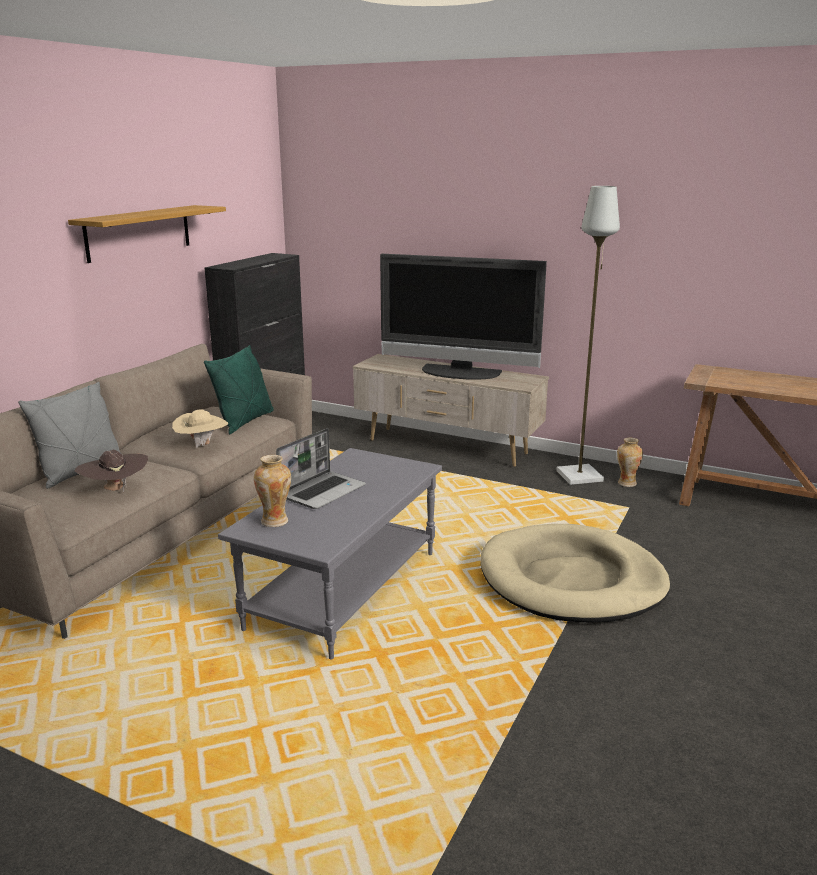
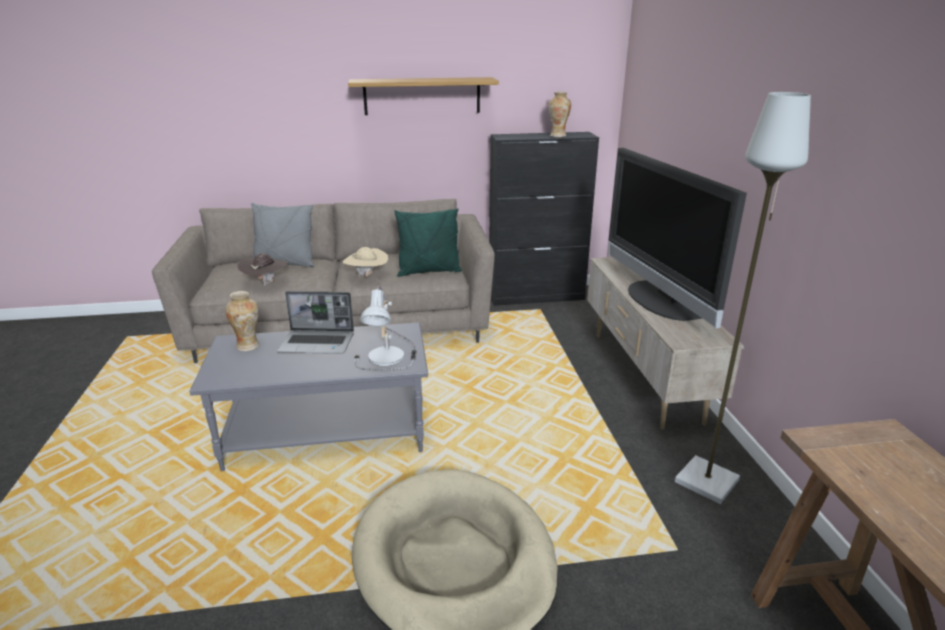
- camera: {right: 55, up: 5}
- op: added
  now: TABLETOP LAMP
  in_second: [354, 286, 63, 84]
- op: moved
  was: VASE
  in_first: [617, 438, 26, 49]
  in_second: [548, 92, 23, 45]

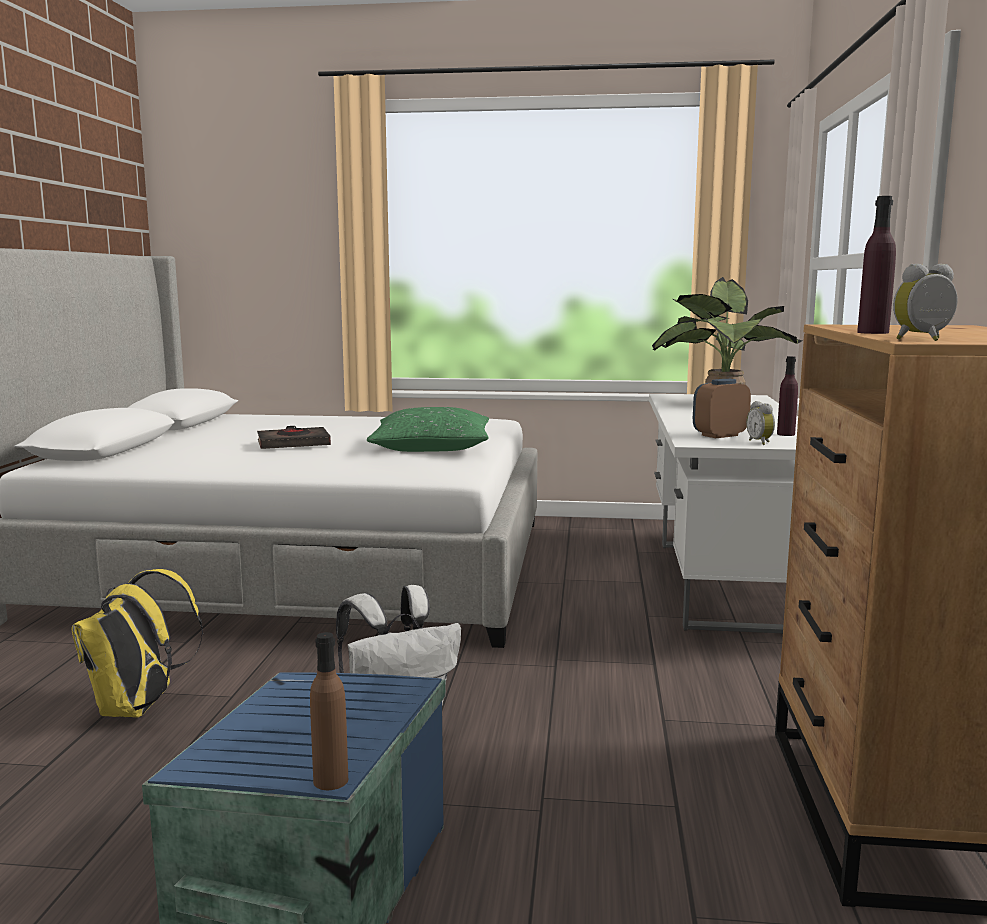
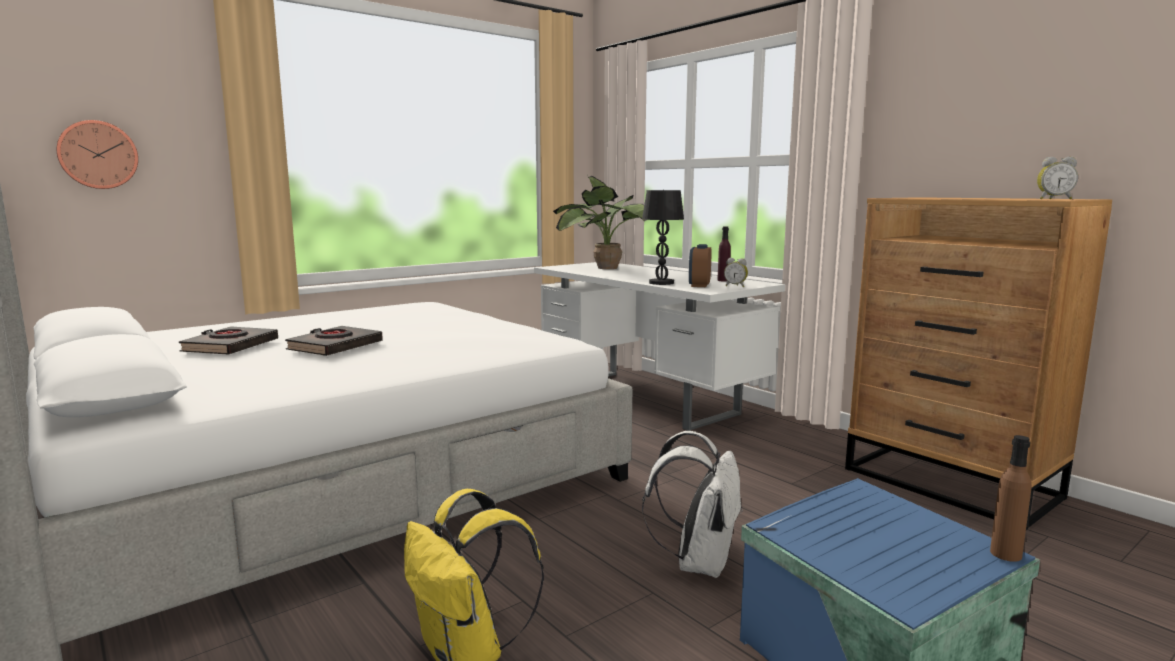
- camera: {right: -45, up: 0}
- op: added
  now: CLOCK ON THE WALL
  in_second: [56, 120, 82, 69]
- op: added
  now: BLACK BOOK
  in_second: [179, 326, 99, 29]
- op: added
  now: BLACK TABLETOP LAMP
  in_second: [642, 190, 42, 95]
- op: turned
  was: TABLE CLOCK
  in_first: [893, 264, 65, 77]
  in_second: [1037, 157, 41, 42]
  clockwise: -105
- op: removed
  was: GREEN CUSHION
  in_first: [367, 407, 122, 45]
- op: removed
  was: PURPLE DRINK BOTTLE
  in_first: [857, 196, 39, 138]

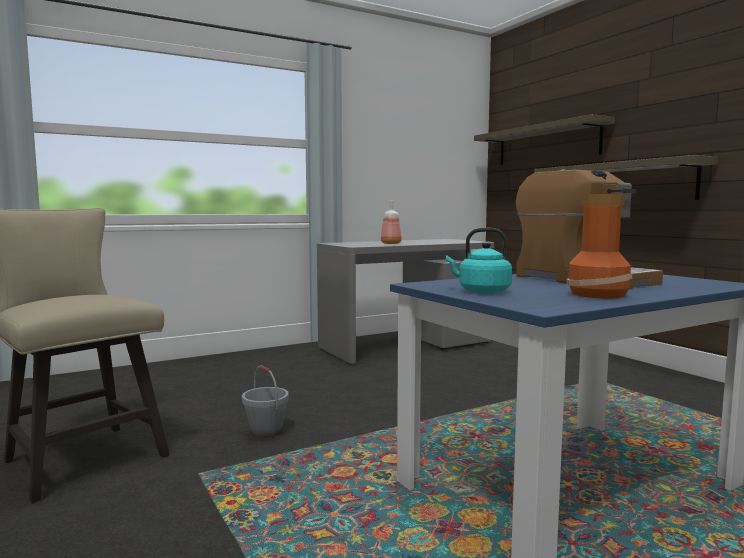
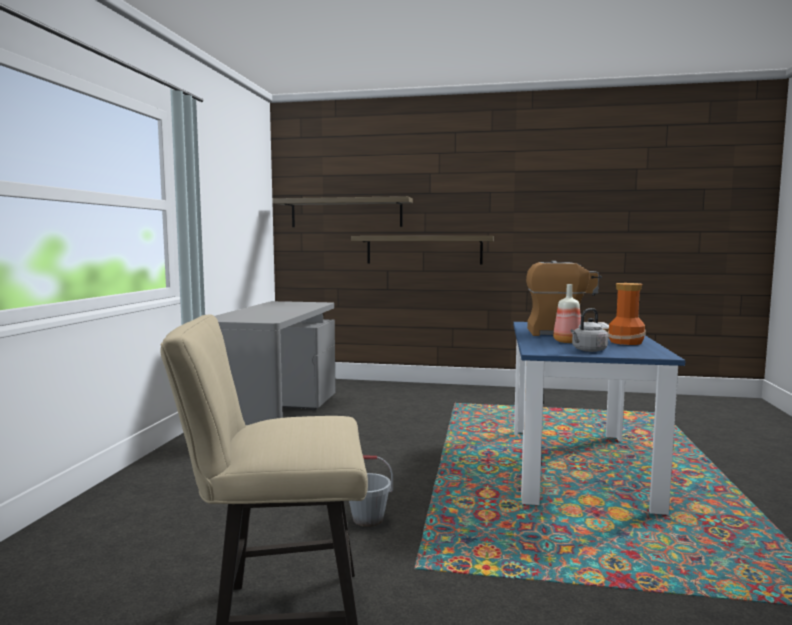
- camera: {right: -50, up: 0}
- op: moved
  was: DRINK BOTTLE
  in_first: [381, 200, 21, 44]
  in_second: [553, 284, 28, 59]
- op: recoloured
  was: TURQUOISE-COLOURED WATER KETTLE
  now: GREYISH WATER KETTLE
  in_first: [446, 228, 66, 66]
  in_second: [570, 308, 38, 44]

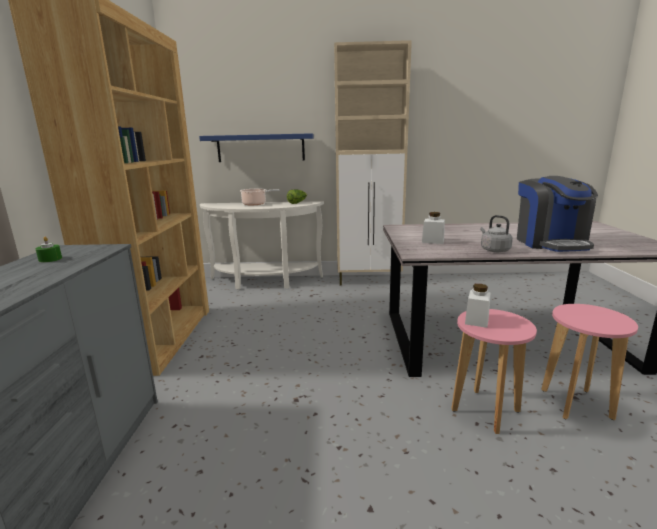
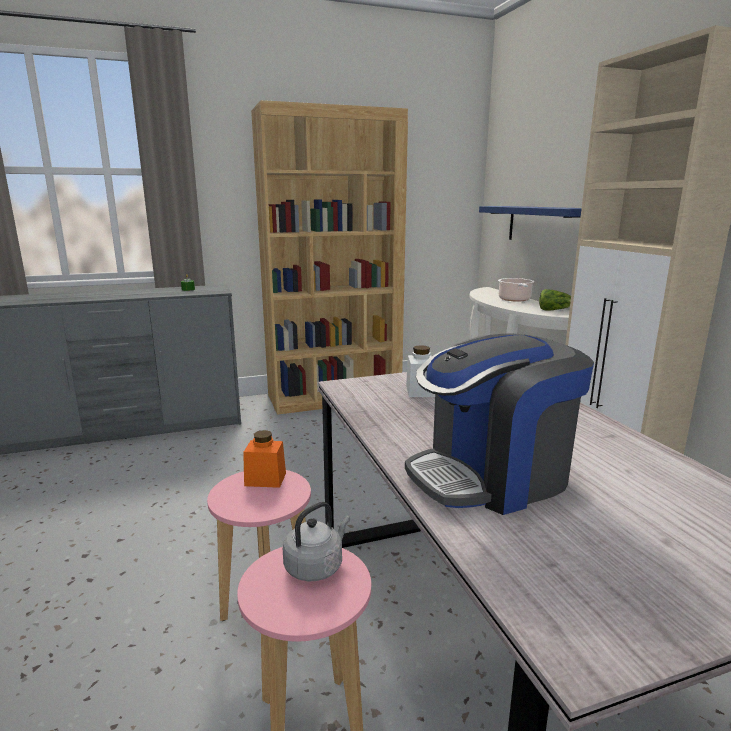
- camera: {right: 70, up: 0}
- op: recoloured
  was: WHITE JAR
  now: ORANGE-COLOURED JAR
  in_first: [465, 284, 26, 44]
  in_second: [243, 430, 43, 58]
- op: moved
  was: GREYISH WATER KETTLE
  in_first: [480, 215, 33, 37]
  in_second: [283, 502, 67, 79]

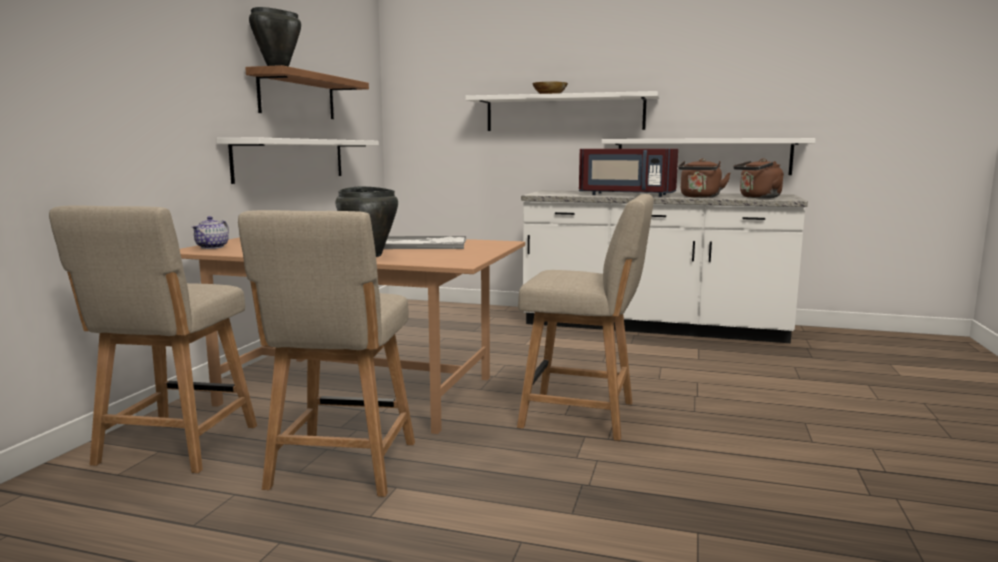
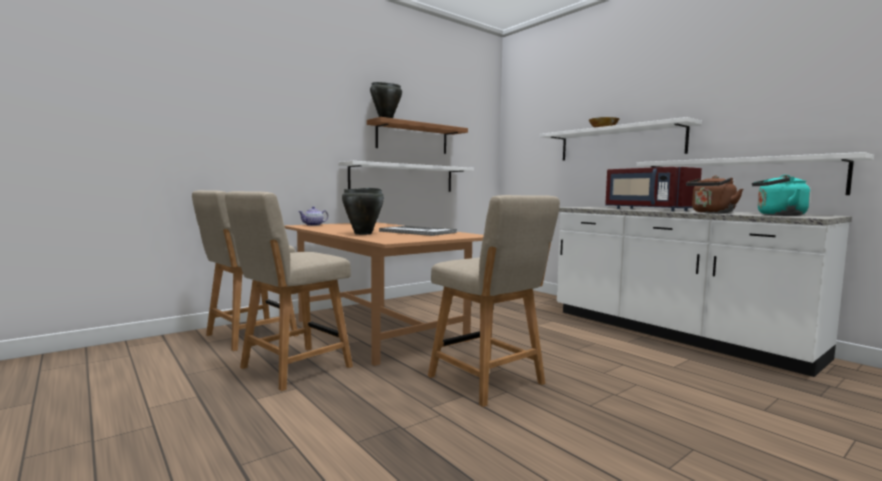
- camera: {right: 35, up: -5}
- op: recoloured
  was: BROWN WATER KETTLE
  now: TURQUOISE-COLOURED WATER KETTLE
  in_first: [733, 158, 51, 40]
  in_second: [752, 175, 58, 41]

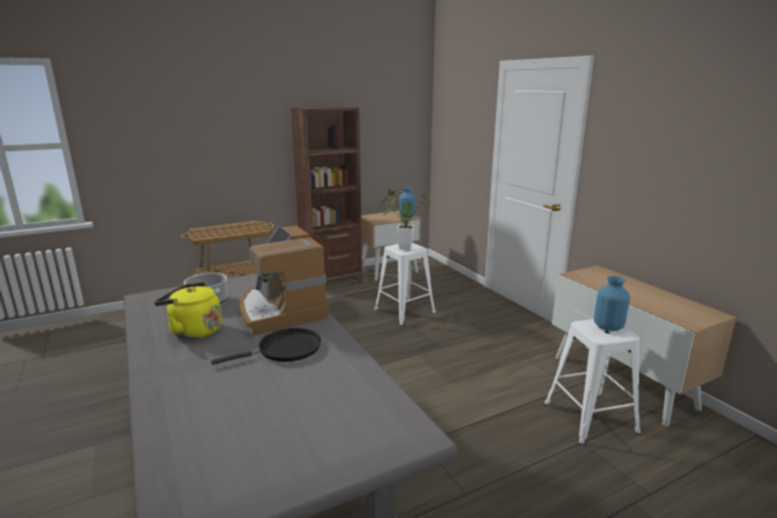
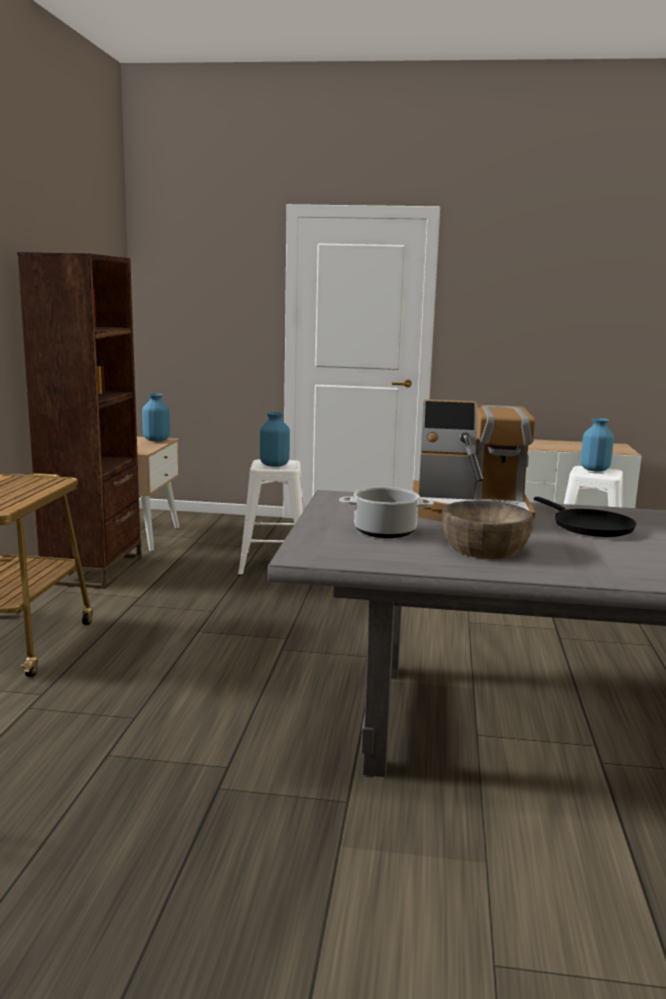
- camera: {right: -55, up: -5}
- op: replaced
  was: PLANT IN A POT
  now: BLUE VASE
  in_first: [380, 189, 51, 61]
  in_second: [260, 412, 30, 55]
- op: replaced
  was: YELLOW-COLOURED WATER KETTLE
  now: BROWN DEEP DISH
  in_first: [154, 282, 68, 57]
  in_second: [442, 501, 92, 58]
- op: turned
  was: BLACK SKILLET
  in_first: [211, 328, 110, 37]
  in_second: [534, 497, 103, 40]
  clockwise: 150

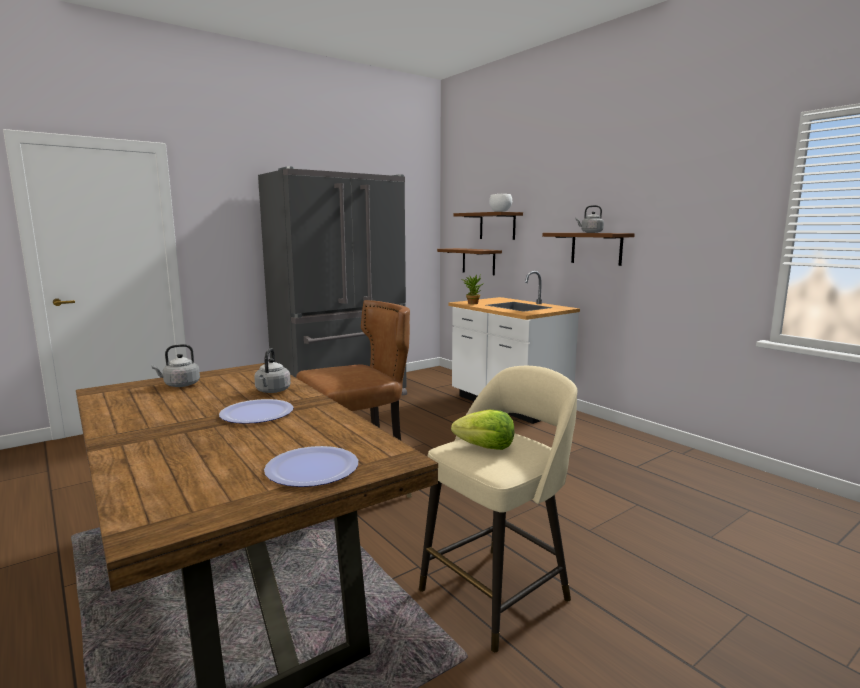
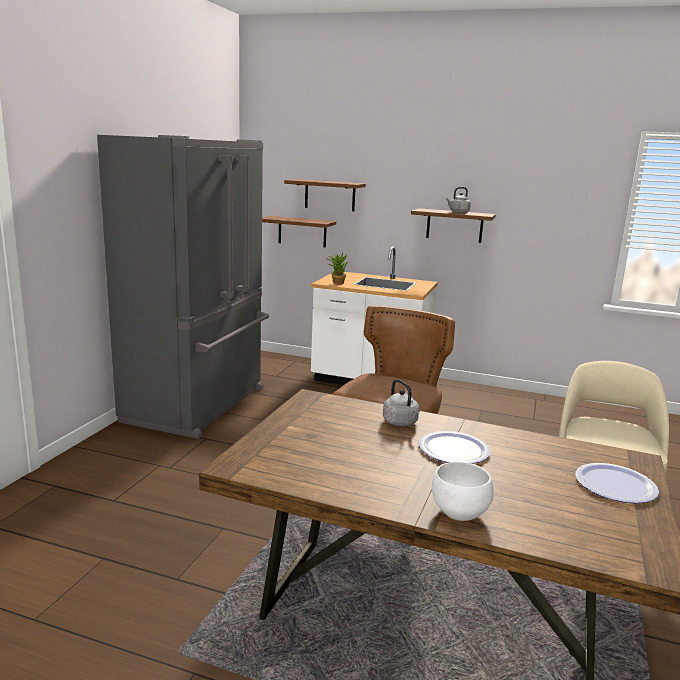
- camera: {right: -35, up: 5}
- op: moved
  was: WHITE DEEP DISH
  in_first: [489, 194, 23, 18]
  in_second: [432, 462, 62, 59]
- op: removed
  was: GREYISH WATER KETTLE
  in_first: [151, 344, 49, 43]
- op: removed
  was: LETTUCE
  in_first: [451, 410, 63, 40]

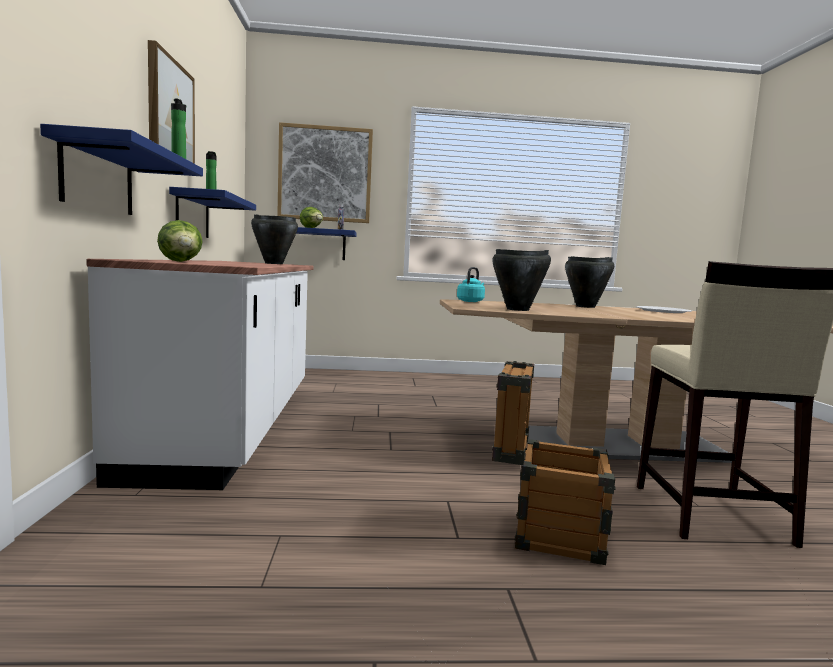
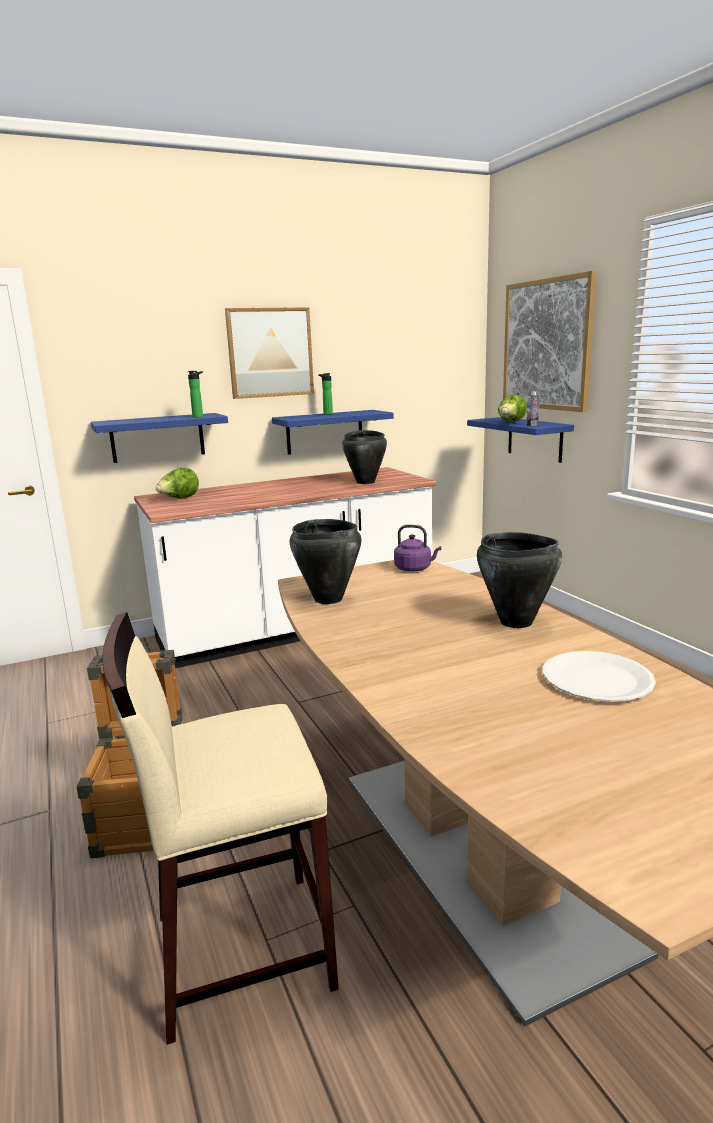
- camera: {right: 70, up: 10}
- op: recoloured
  was: TURQUOISE-COLOURED WATER KETTLE
  now: PURPLE WATER KETTLE
  in_first: [457, 267, 28, 35]
  in_second: [394, 525, 47, 47]

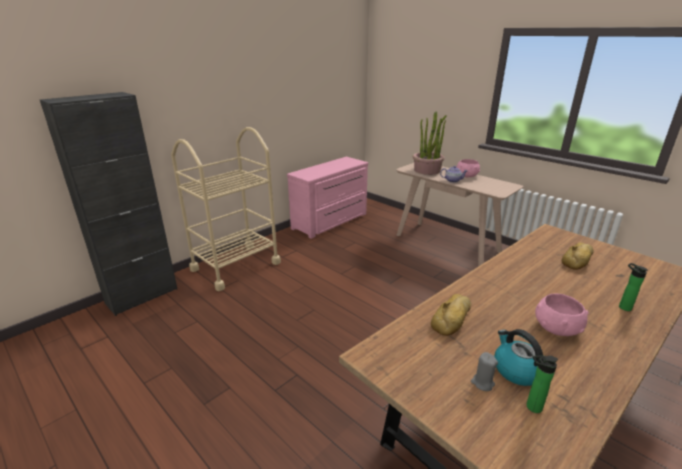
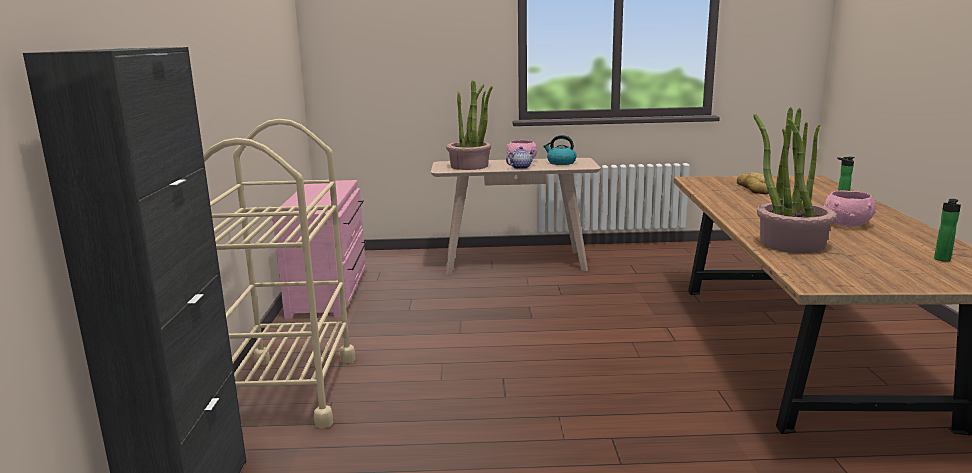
- camera: {right: -45, up: -10}
- op: moved
  was: WATER KETTLE
  in_first: [494, 329, 49, 57]
  in_second: [543, 135, 34, 30]
- op: replaced
  was: BREAD
  now: PLANT IN A POT
  in_first: [431, 294, 41, 42]
  in_second: [753, 107, 83, 146]
- op: removed
  was: GREYISH CANDLE
  in_first: [471, 352, 27, 39]

